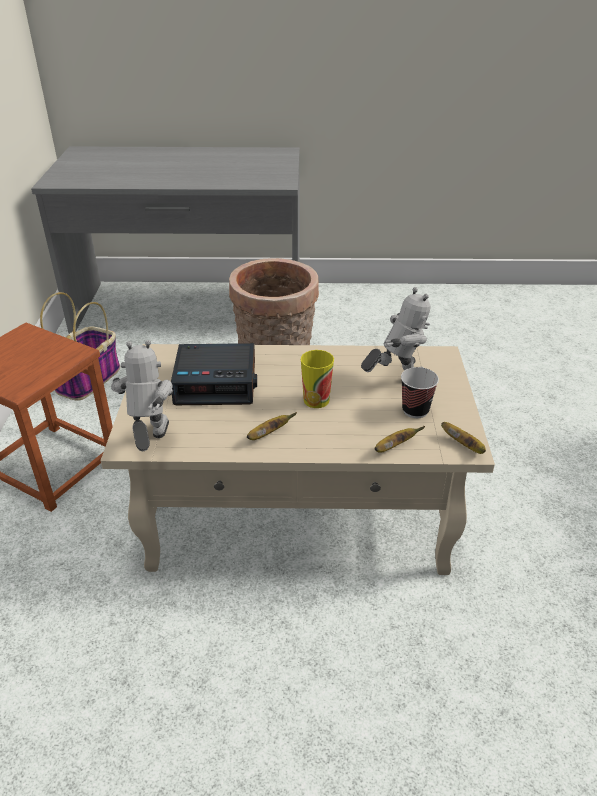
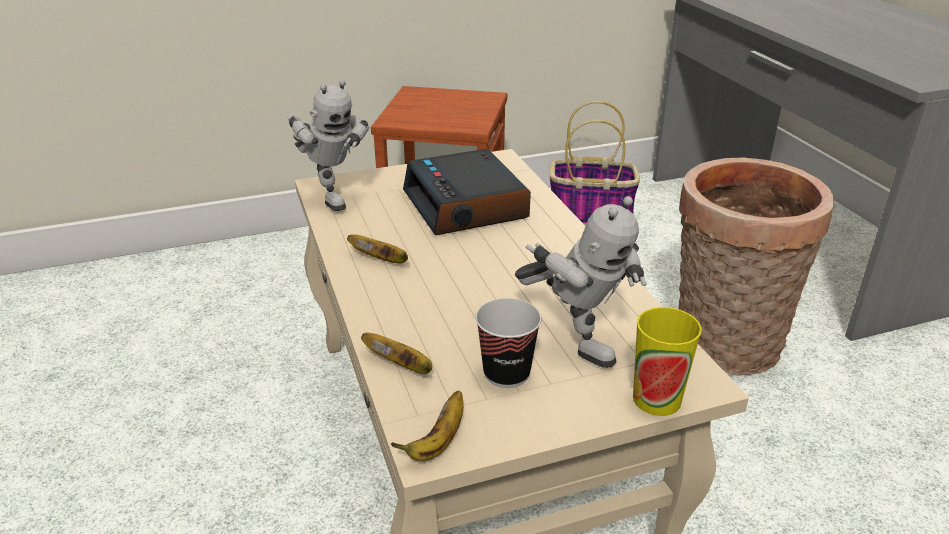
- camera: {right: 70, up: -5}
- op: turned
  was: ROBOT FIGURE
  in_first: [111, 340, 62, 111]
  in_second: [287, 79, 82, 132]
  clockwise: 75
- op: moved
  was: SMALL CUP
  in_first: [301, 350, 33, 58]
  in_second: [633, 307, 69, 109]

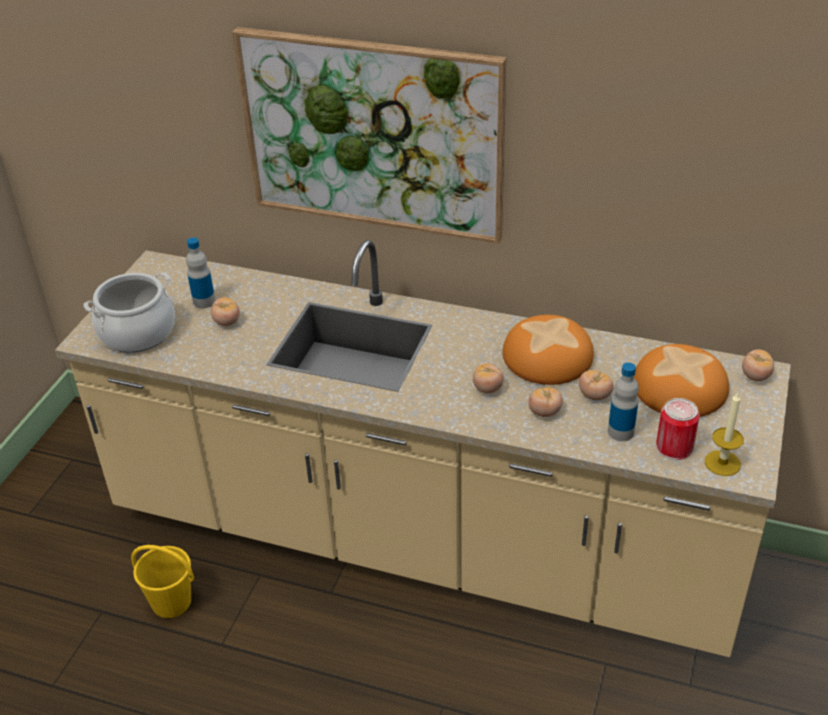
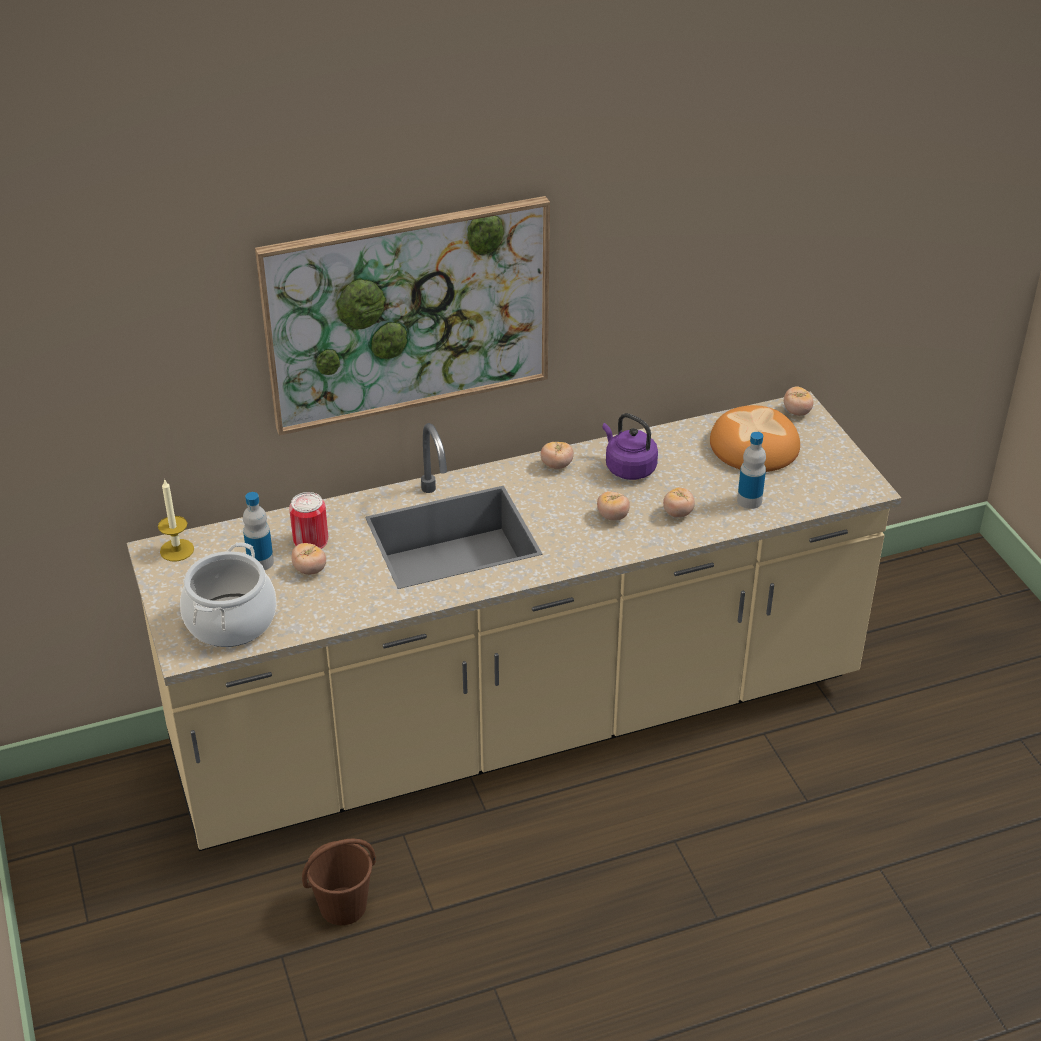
- camera: {right: -40, up: 0}
- op: moved
  was: CANDLE
  in_first: [705, 393, 39, 83]
  in_second: [158, 479, 36, 82]
- op: moved
  was: SEALED CAN
  in_first: [656, 398, 44, 62]
  in_second: [289, 492, 39, 57]
- op: recoloured
  was: YELLOW-COLOURED WATER BUCKET
  now: BROWN WATER BUCKET
  in_first: [131, 545, 63, 73]
  in_second: [302, 838, 74, 87]
- op: moved
  was: TOMATO
  in_first: [579, 370, 35, 30]
  in_second: [540, 442, 34, 27]
- op: replaced
  was: BREAD
  now: PURPLE WATER KETTLE
  in_first: [503, 315, 91, 70]
  in_second: [602, 413, 56, 67]

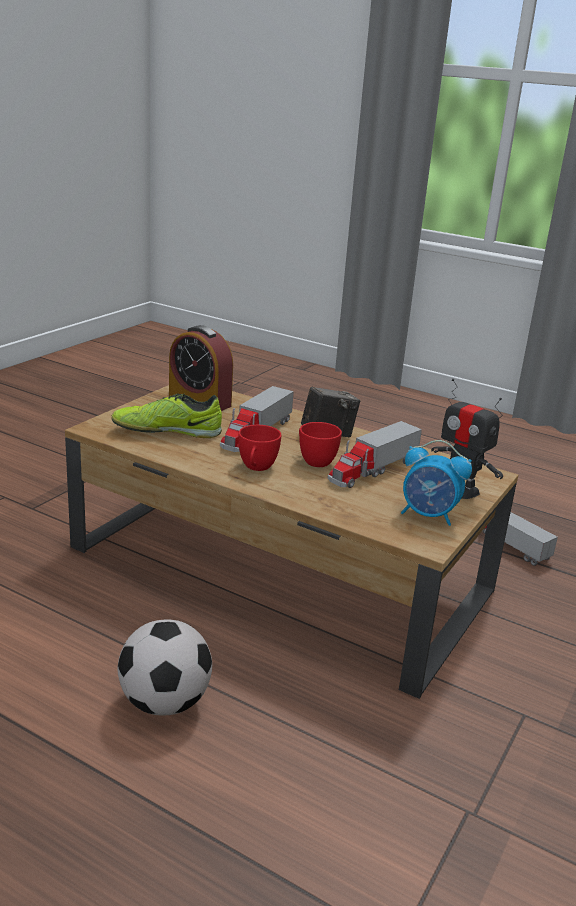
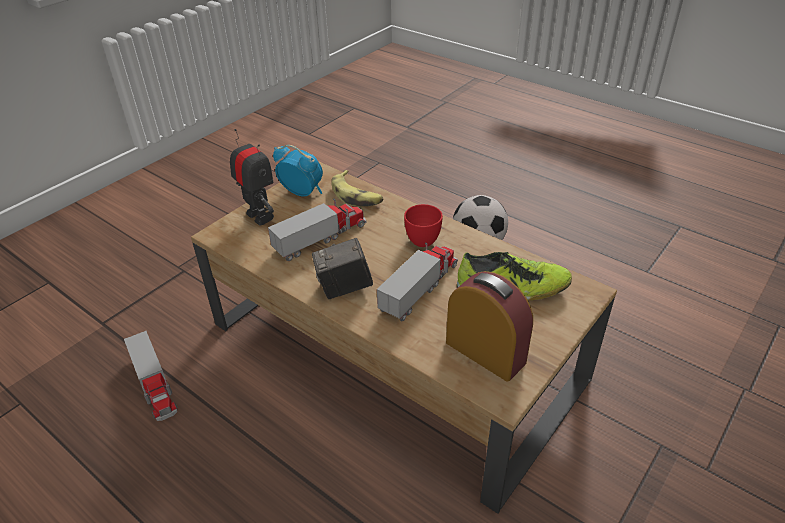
- camera: {right: -170, up: 15}
- op: added
  now: BANANA
  in_second: [331, 170, 52, 36]
- op: removed
  was: REDDISH SMALL CUP
  in_first: [299, 422, 43, 45]

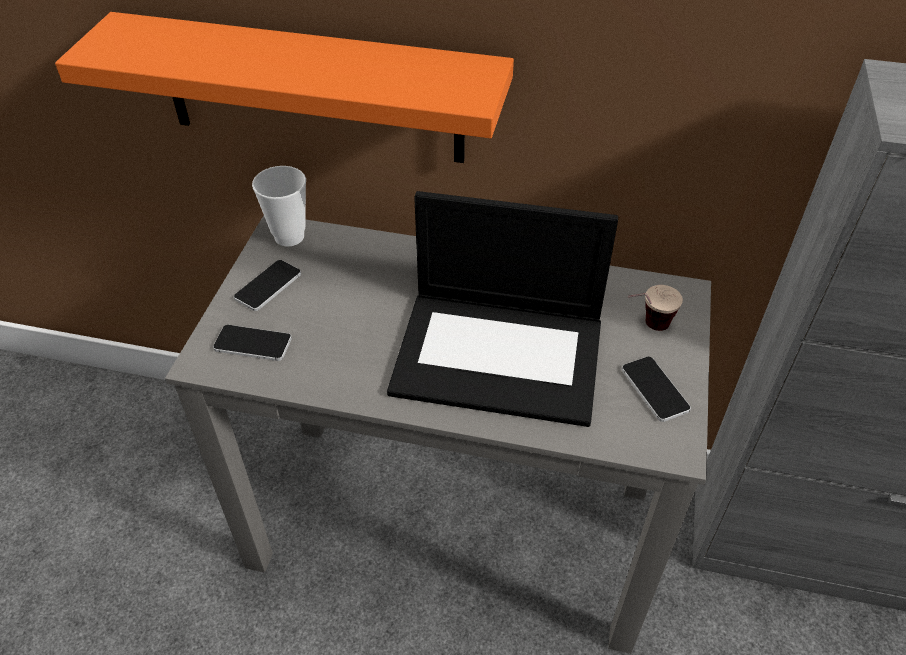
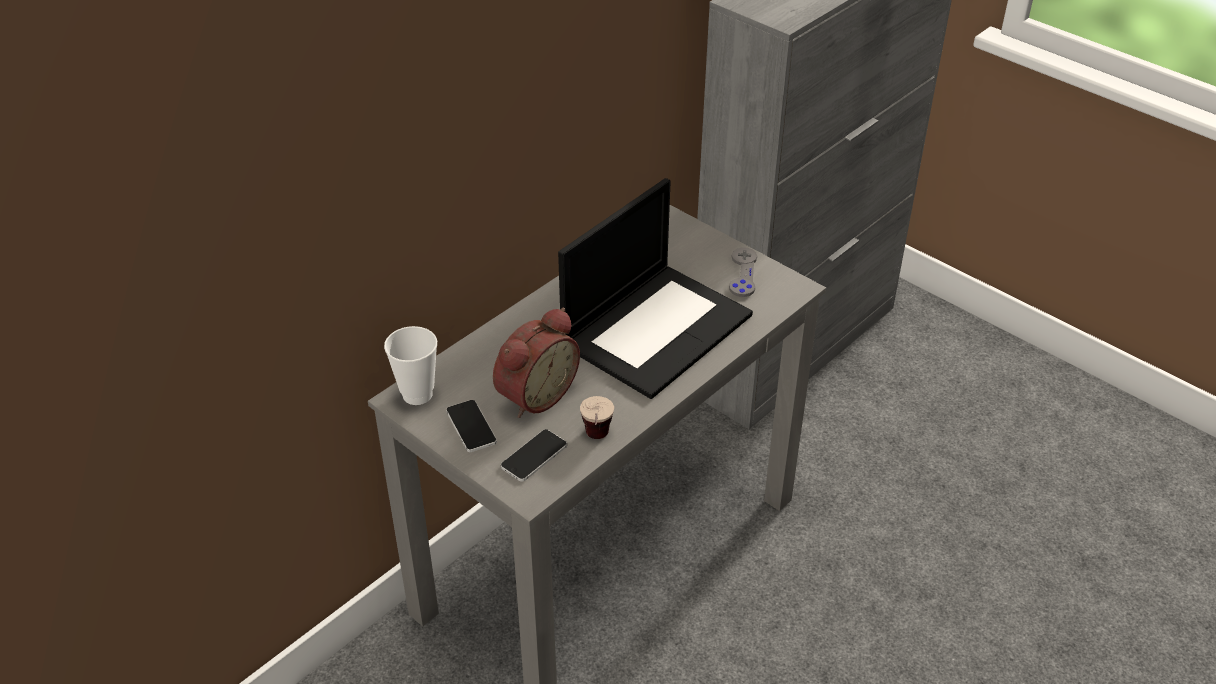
- camera: {right: -60, up: -5}
- op: added
  now: TABLE CLOCK
  in_second: [493, 308, 87, 110]
- op: moved
  was: SMALL CUP
  in_first: [628, 285, 55, 46]
  in_second: [580, 396, 34, 43]
- op: replaced
  was: PHONE
  now: GREYISH GAMEPAD
  in_first: [622, 357, 69, 65]
  in_second: [729, 247, 28, 50]
- op: removed
  was: ORANGE-COLOURED WALL SHELF
  in_first: [55, 12, 459, 151]

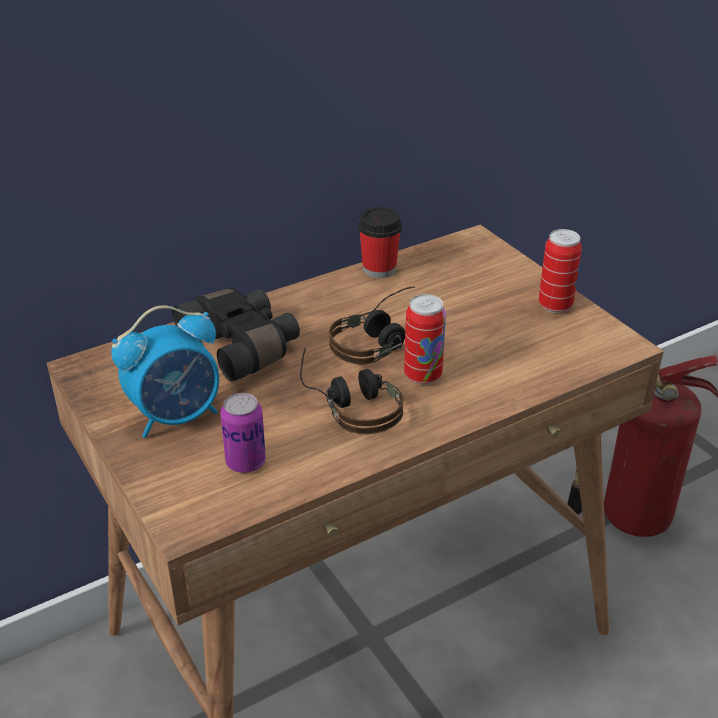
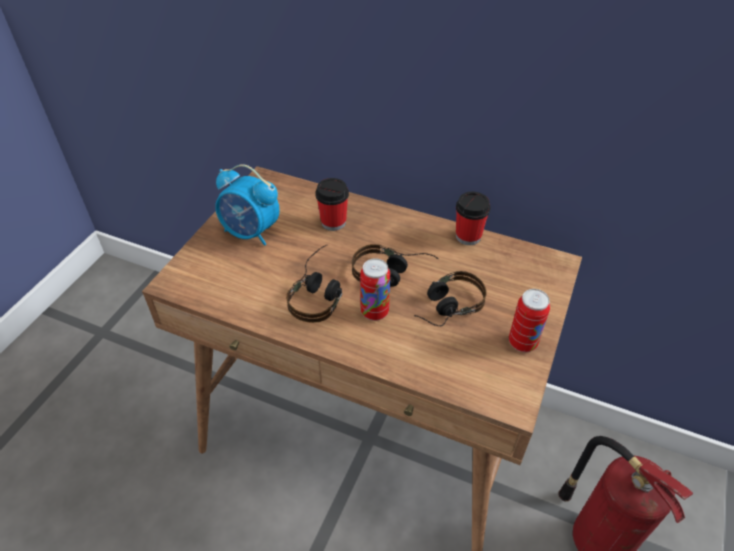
- camera: {right: 55, up: 10}
- op: replaced
  was: BLACK FIELD GLASSES
  now: SMALL CUP
  in_first: [172, 288, 128, 94]
  in_second: [315, 178, 34, 53]
- op: added
  now: HEADPHONES
  in_second: [414, 271, 73, 55]
- op: removed
  was: SEALED CAN
  in_first: [220, 393, 46, 80]

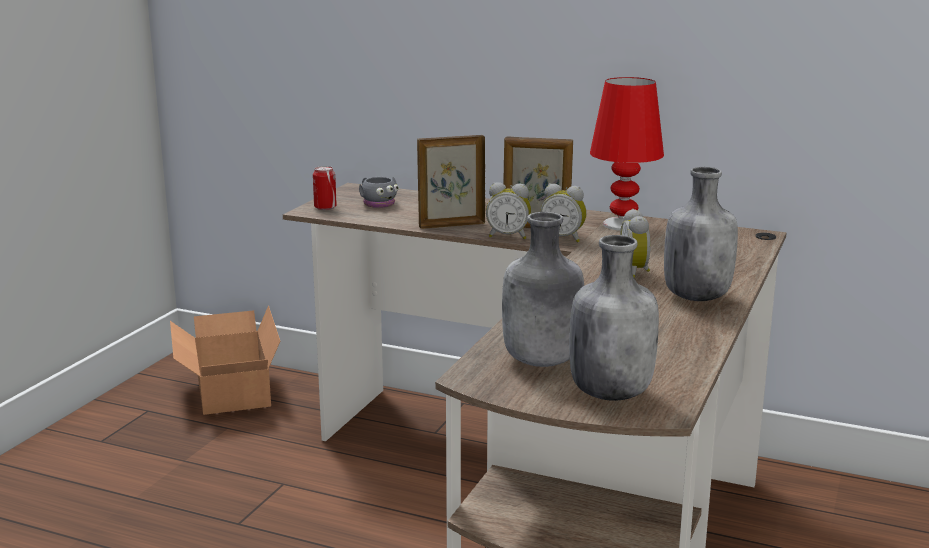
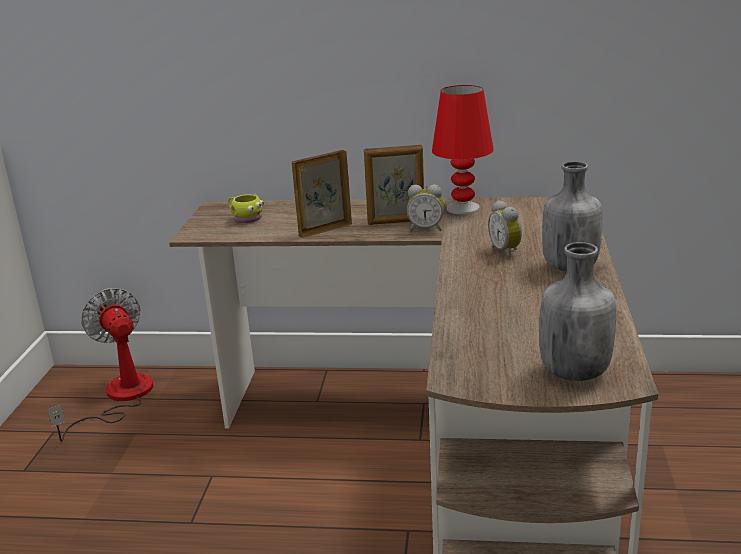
- camera: {right: -15, up: 5}
- op: replaced
  was: CARDBOARD BOX
  now: ELECTRIC FAN
  in_first: [170, 305, 110, 110]
  in_second: [47, 288, 106, 154]
- op: recoloured
  was: GREYISH MUG
  now: YELLOW-COLOURED MUG
  in_first: [359, 177, 40, 31]
  in_second: [228, 193, 36, 30]
- op: removed
  was: SEALED CAN
  in_first: [313, 166, 24, 44]
- op: removed
  was: TABLE CLOCK
  in_first: [486, 182, 45, 58]
- op: removed
  was: GREYISH DRINK BOTTLE
  in_first: [502, 212, 82, 155]

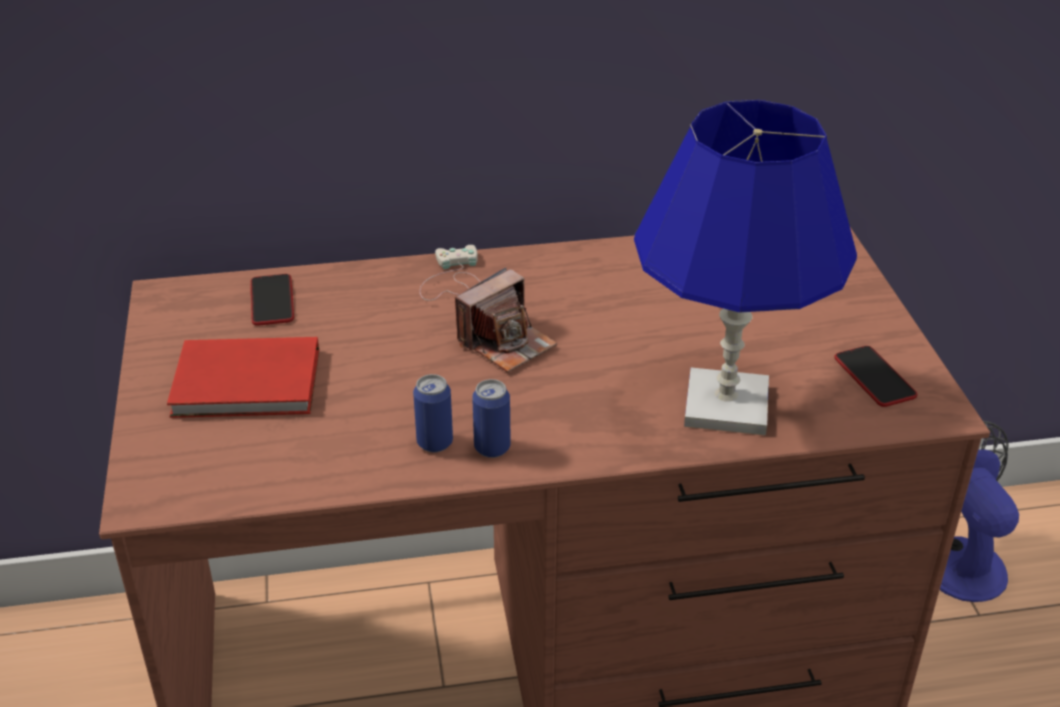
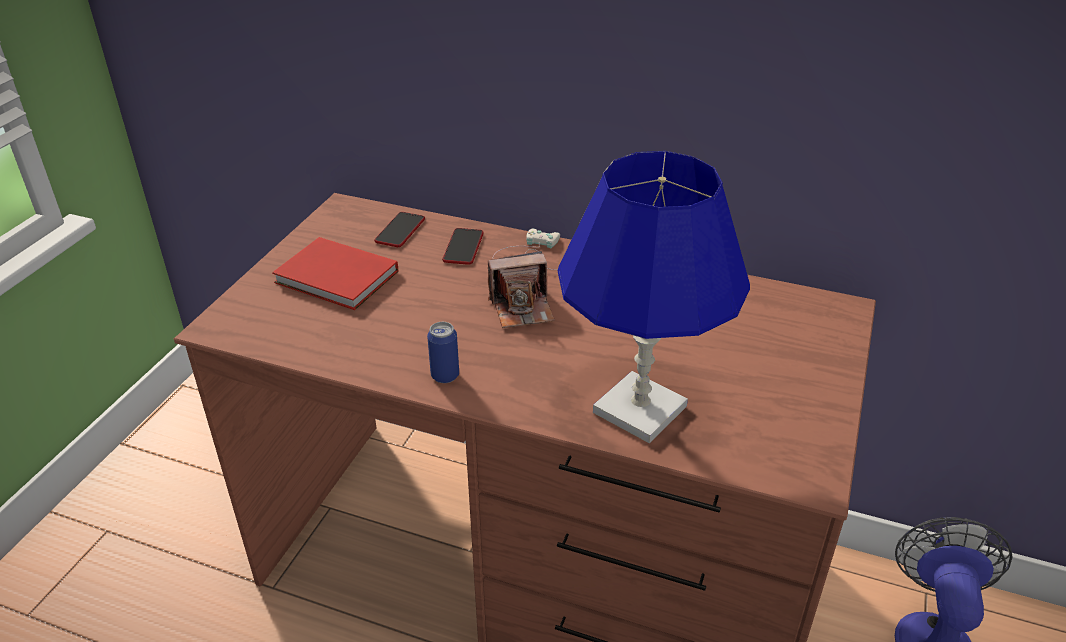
- camera: {right: 30, up: 0}
- op: moved
  was: PHONE
  in_first: [834, 346, 83, 61]
  in_second: [442, 228, 42, 37]
- op: removed
  was: SEALED CAN
  in_first: [413, 374, 40, 78]

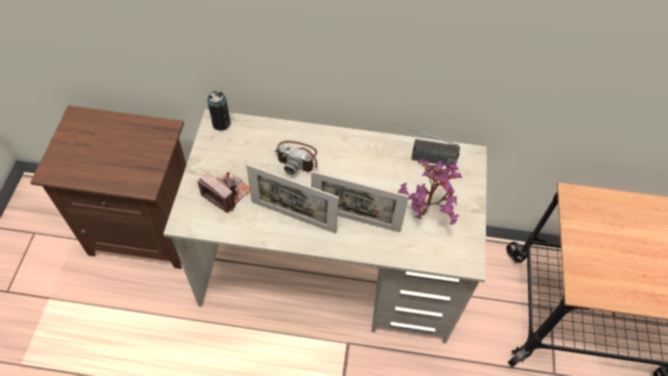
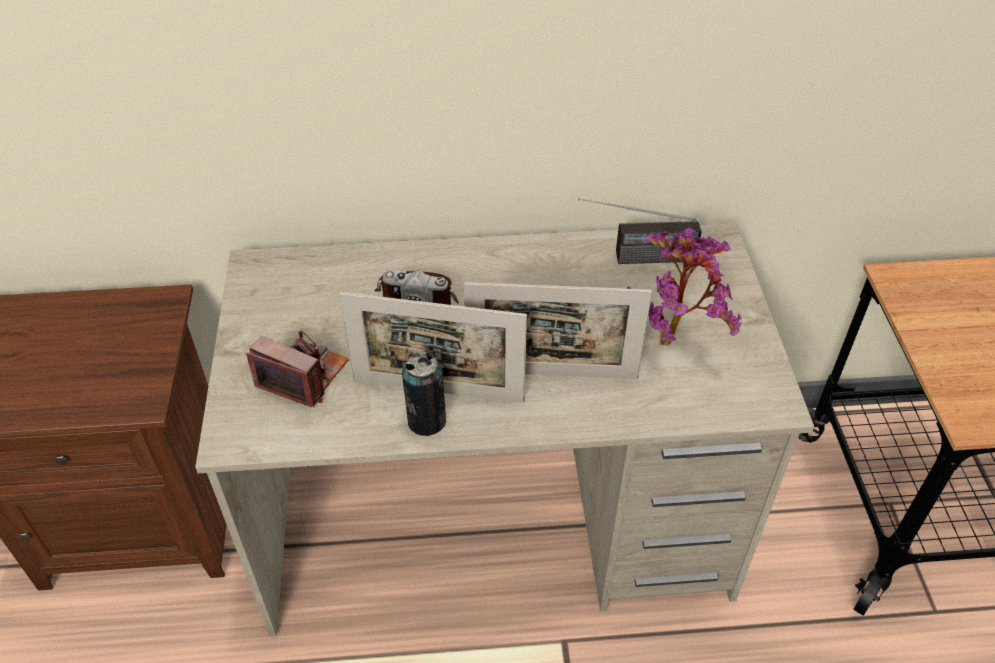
- camera: {right: -10, up: -10}
- op: moved
  was: SEALED CAN
  in_first: [207, 91, 24, 40]
  in_second: [402, 352, 44, 84]

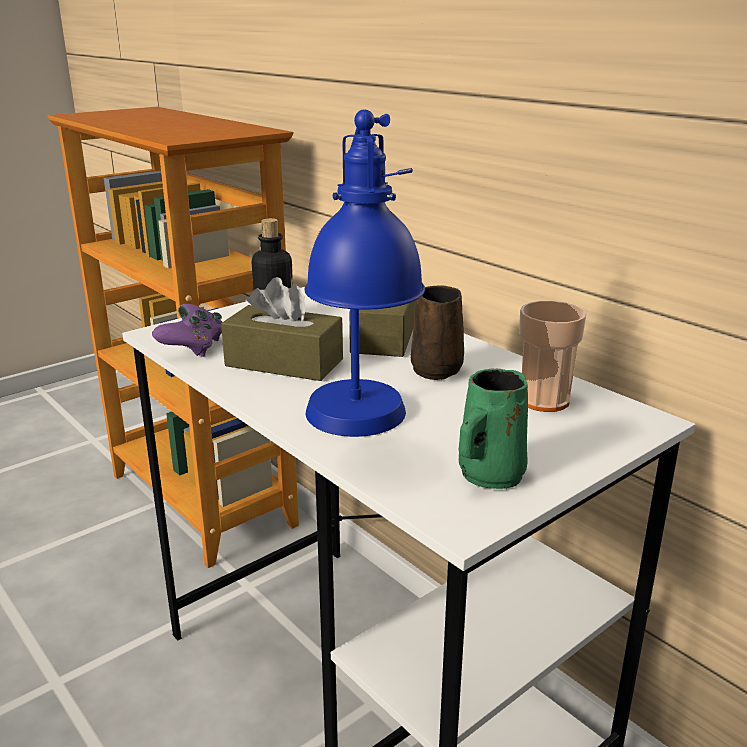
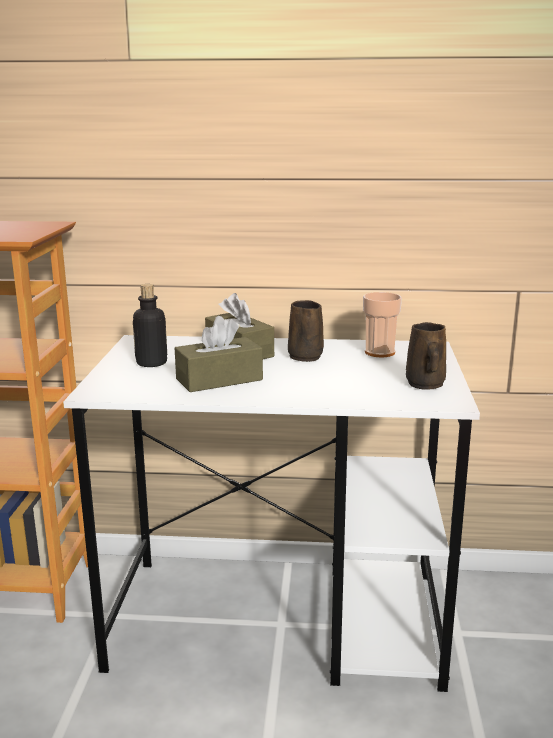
- camera: {right: -45, up: -5}
- op: recoloured
  was: GREEN MUG
  now: BROWN MUG
  in_first: [458, 368, 70, 121]
  in_second: [406, 322, 40, 68]
- op: removed
  was: PURPLE GAMEPAD
  in_first: [152, 304, 70, 53]
- op: removed
  was: BLUE TABLETOP LAMP
  in_first: [304, 110, 121, 327]

